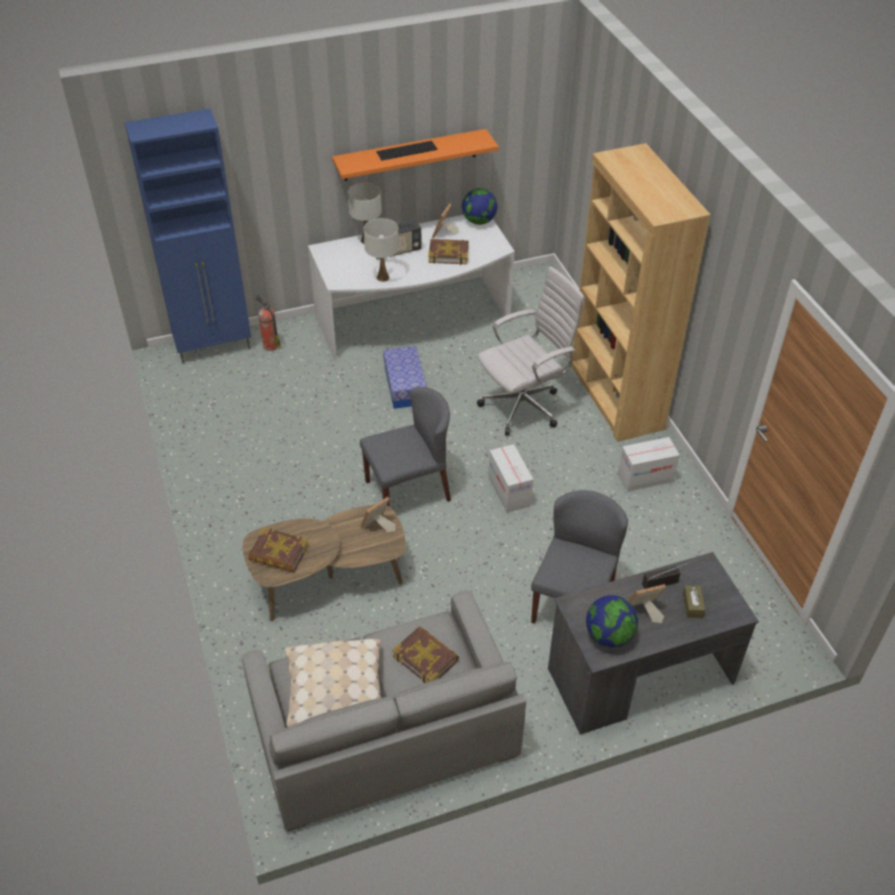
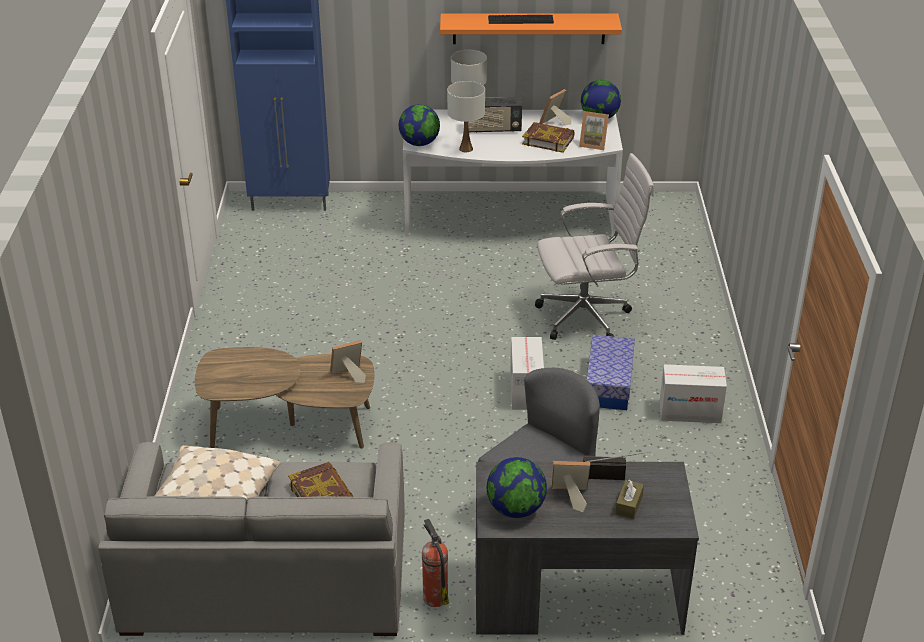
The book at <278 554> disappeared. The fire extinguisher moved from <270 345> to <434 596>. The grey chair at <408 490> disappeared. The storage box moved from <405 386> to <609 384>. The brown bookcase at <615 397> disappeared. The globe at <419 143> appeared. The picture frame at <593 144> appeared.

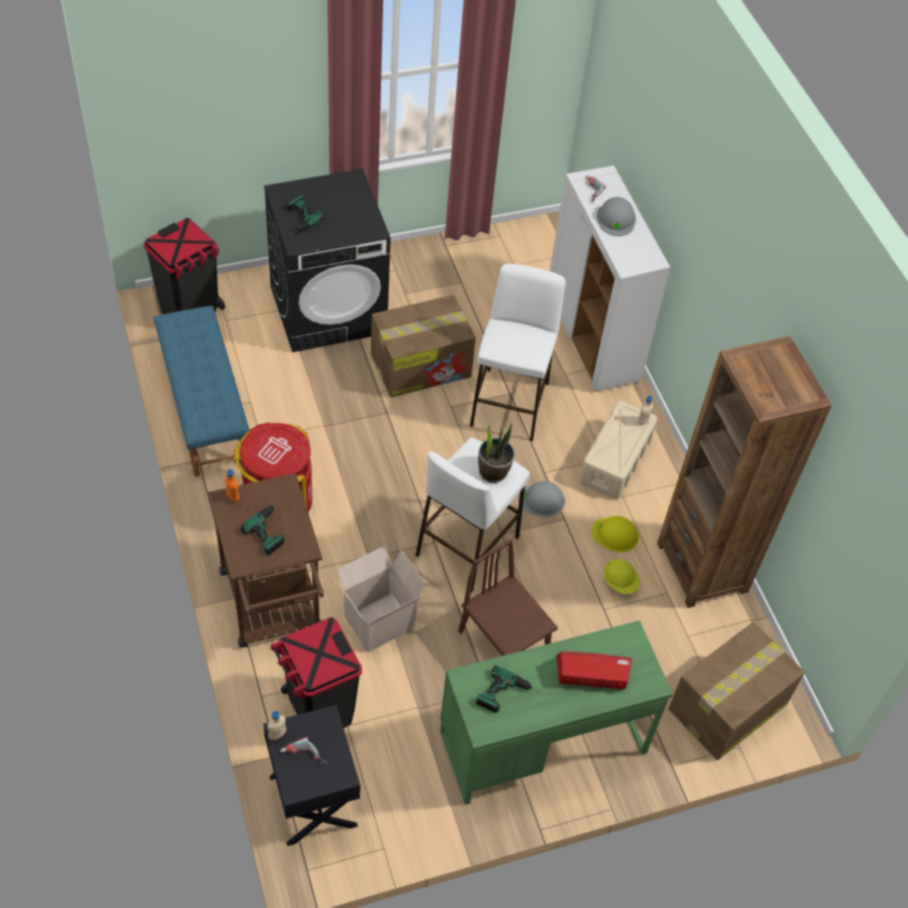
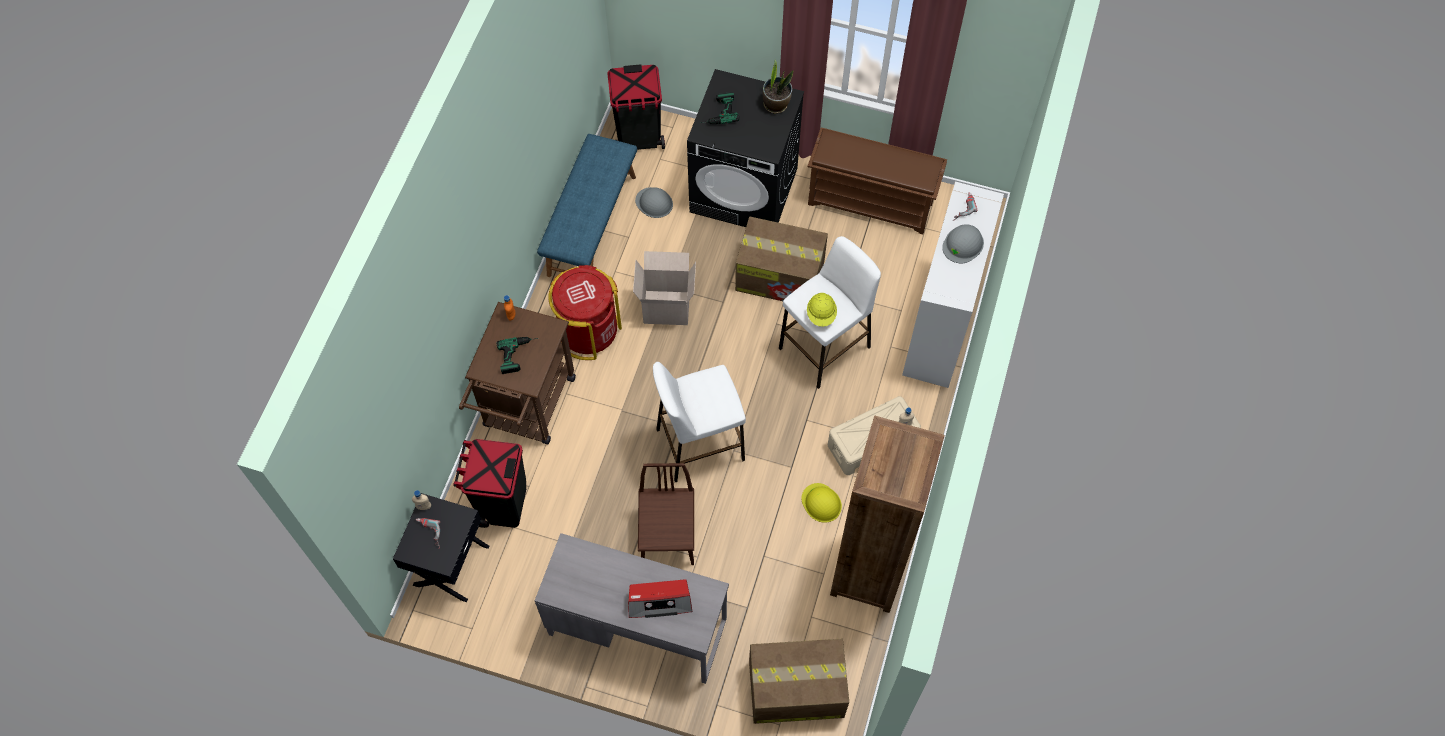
The cardboard box moved from <379 620> to <667 306>. The green desk at <542 741> became the grey desk at <637 626>. The power drill at <508 696> disappeared. The potted plant moved from <493 471> to <776 104>. The grey hard hat moved from <542 500> to <654 202>. The radio at <592 674> turned 135 degrees clockwise. The yellow hard hat moved from <620 582> to <821 314>. The brown shoe rack at <871 202> appeared.

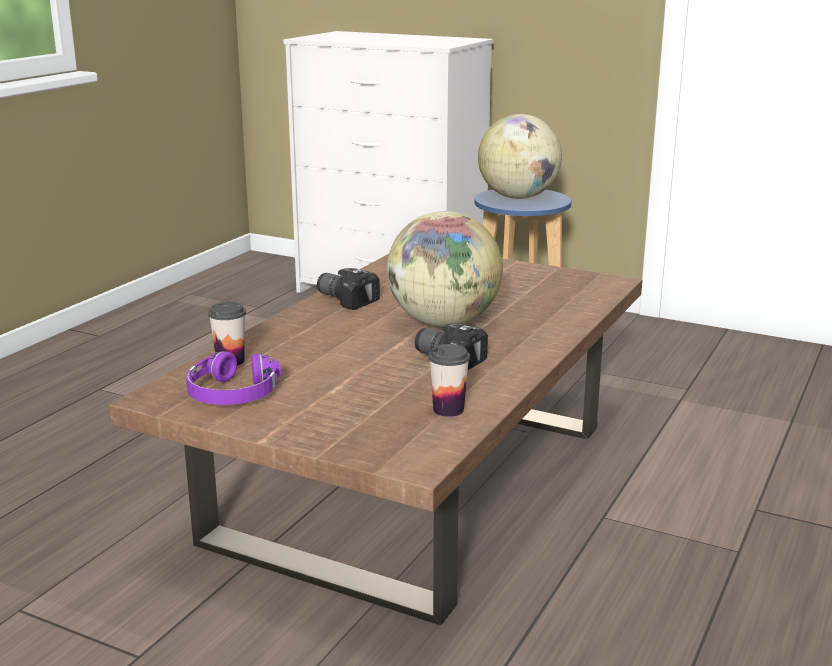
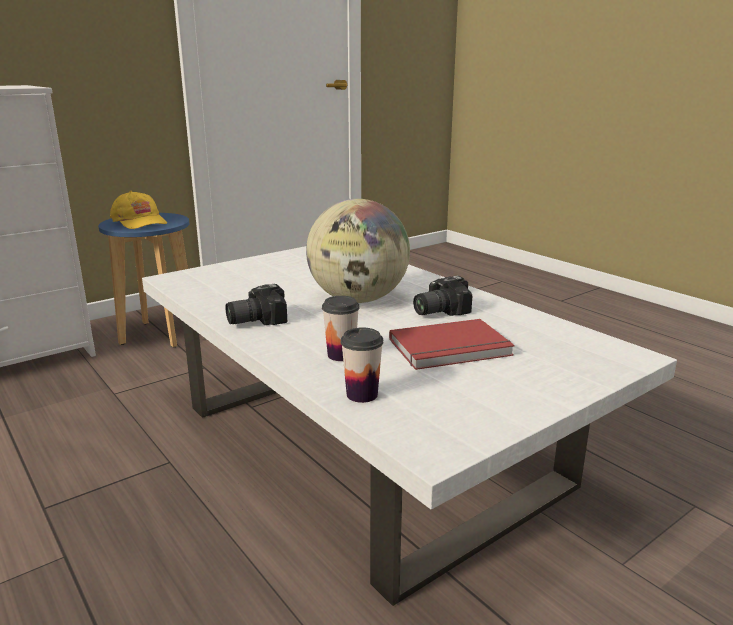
The brown coffee table at <417 483> became the white coffee table at <370 444>. The purple headphones at <232 393> disappeared. The cup moved from <448 410> to <341 355>. The globe at <518 197> was replaced by the yellow cap at <140 222>. The red book at <451 349> appeared.

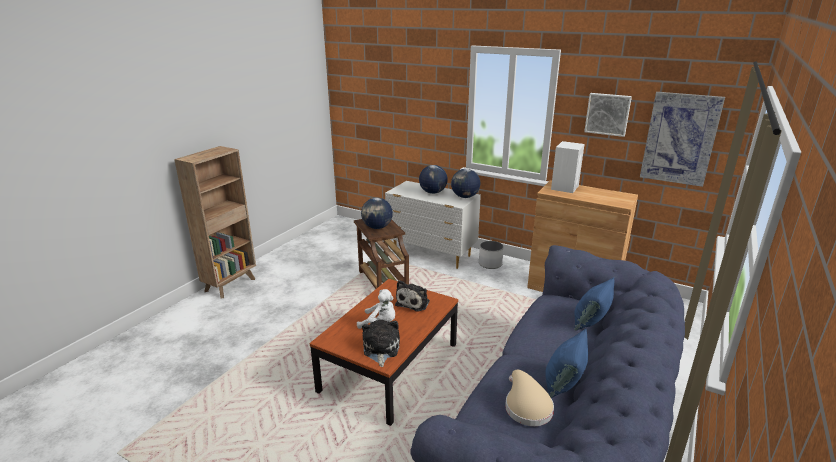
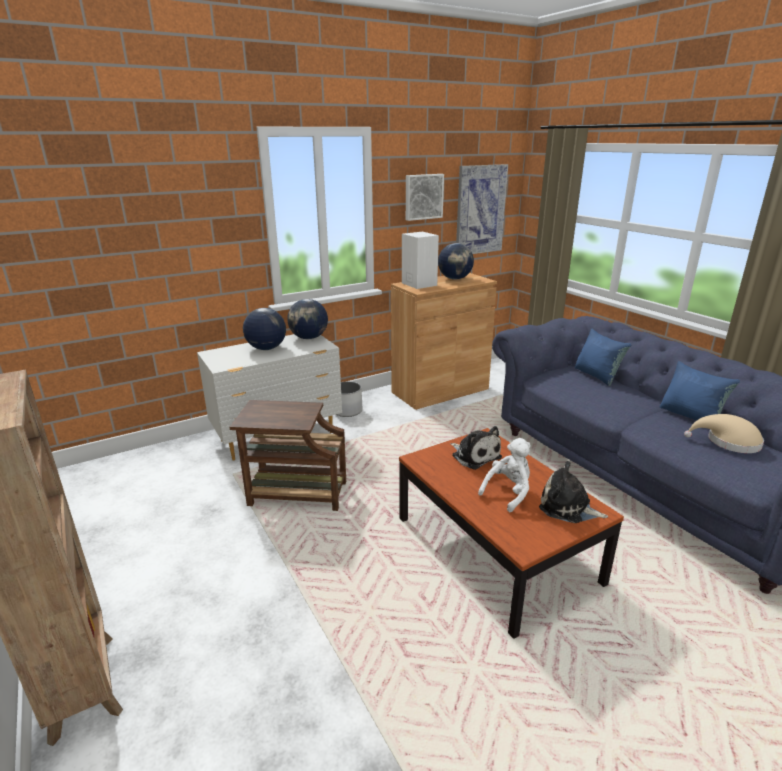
The globe moved from <377 227> to <455 279>.

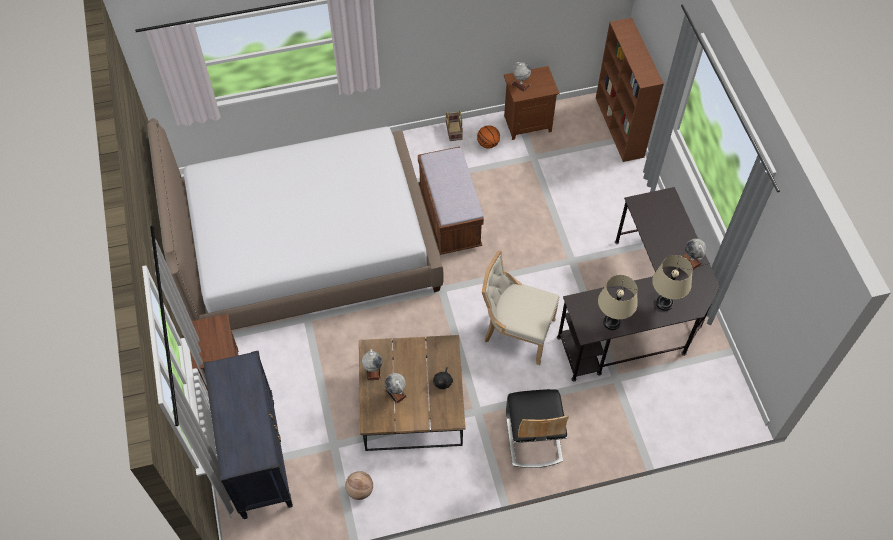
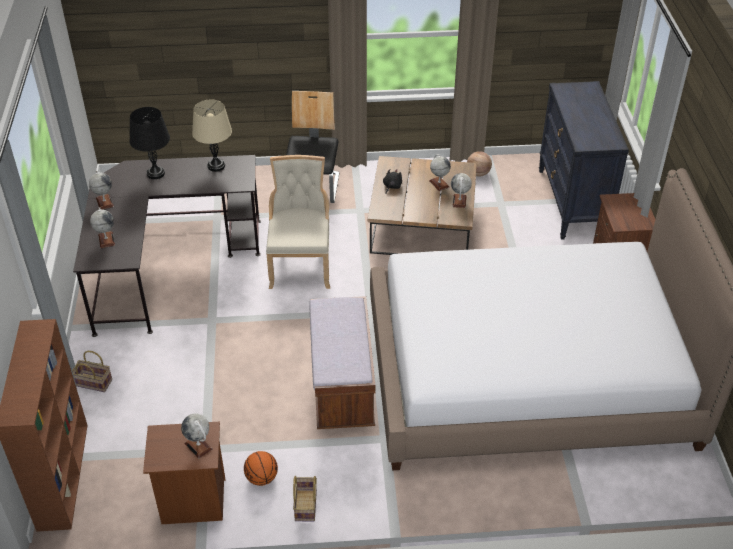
The beige chair at <516 332> turned 120 degrees counterclockwise. The beige table lamp at <664 303> became the black table lamp at <155 173>. The basket at <92 383> appeared. The globe at <106 240> appeared.

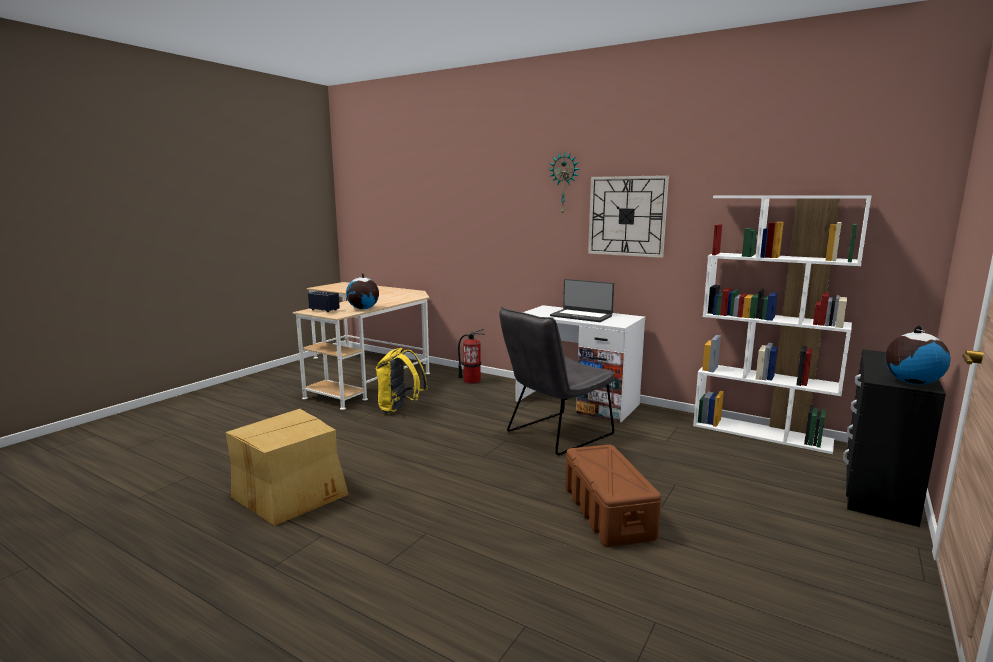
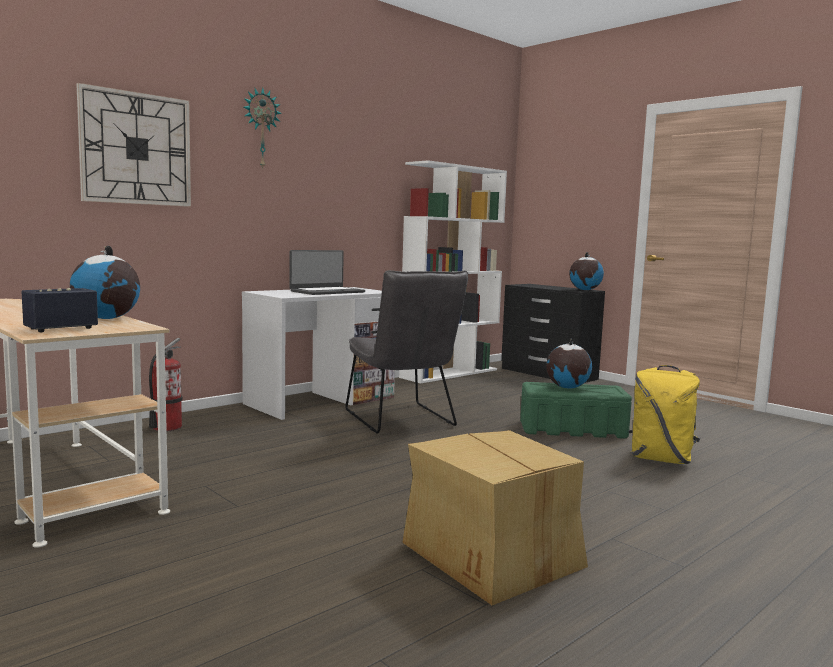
The yellow backpack moved from <400 409> to <661 459>. The brown storage box at <608 512> became the green storage box at <573 429>. The wall clock moved from <627 216> to <136 149>. The globe at <567 387> appeared.

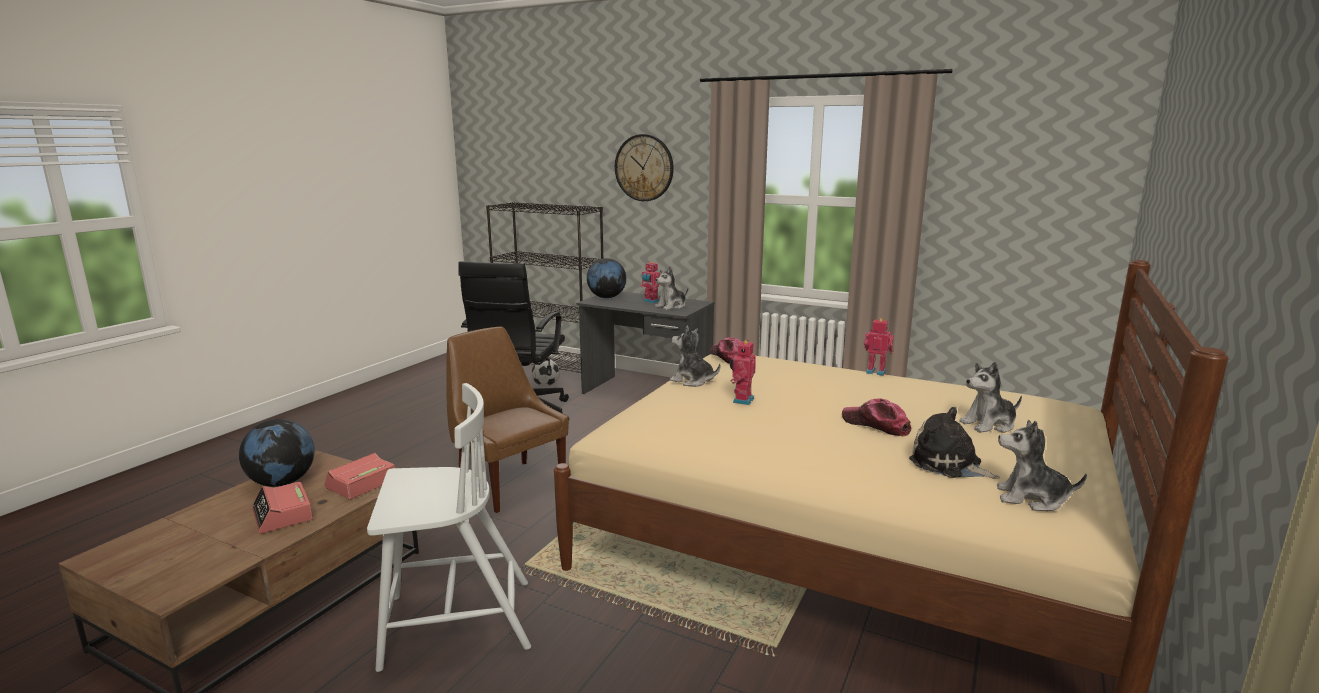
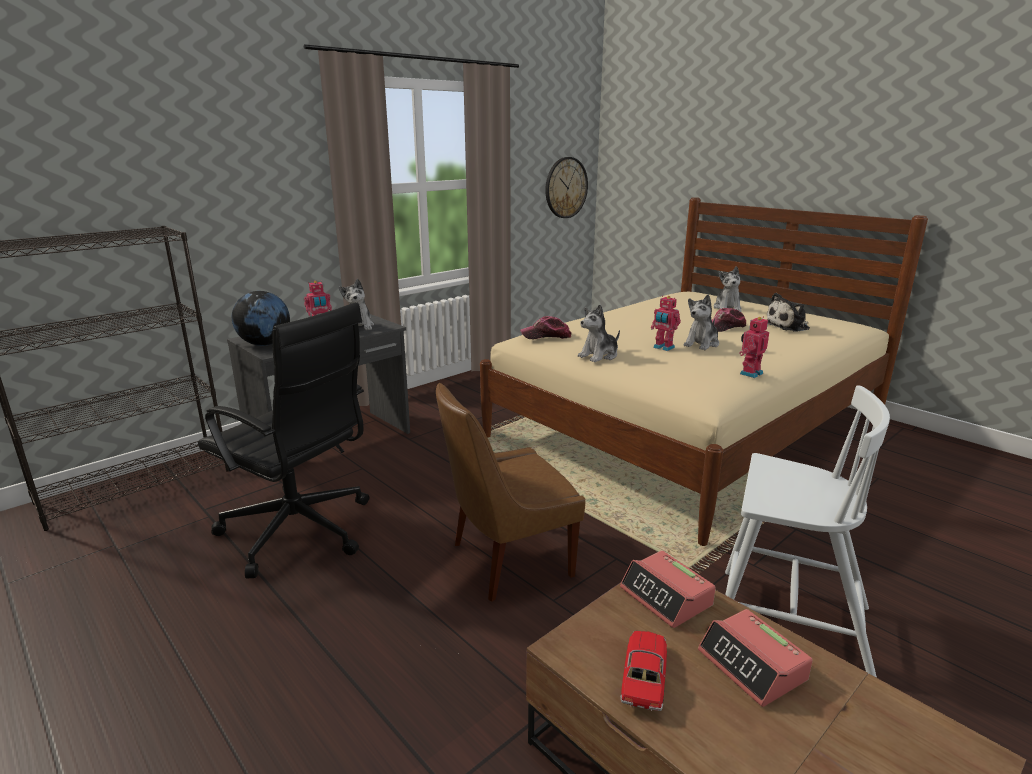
The globe at <282 482> was replaced by the toy car at <644 677>. The alarm clock at <283 515> turned 75 degrees clockwise. The white chair at <454 623> turned 105 degrees clockwise. The football at <546 385> disappeared. The wall clock moved from <644 168> to <566 187>. The toy robot moved from <876 371> to <749 373>. The plush toy moved from <1031 499> to <701 344>.

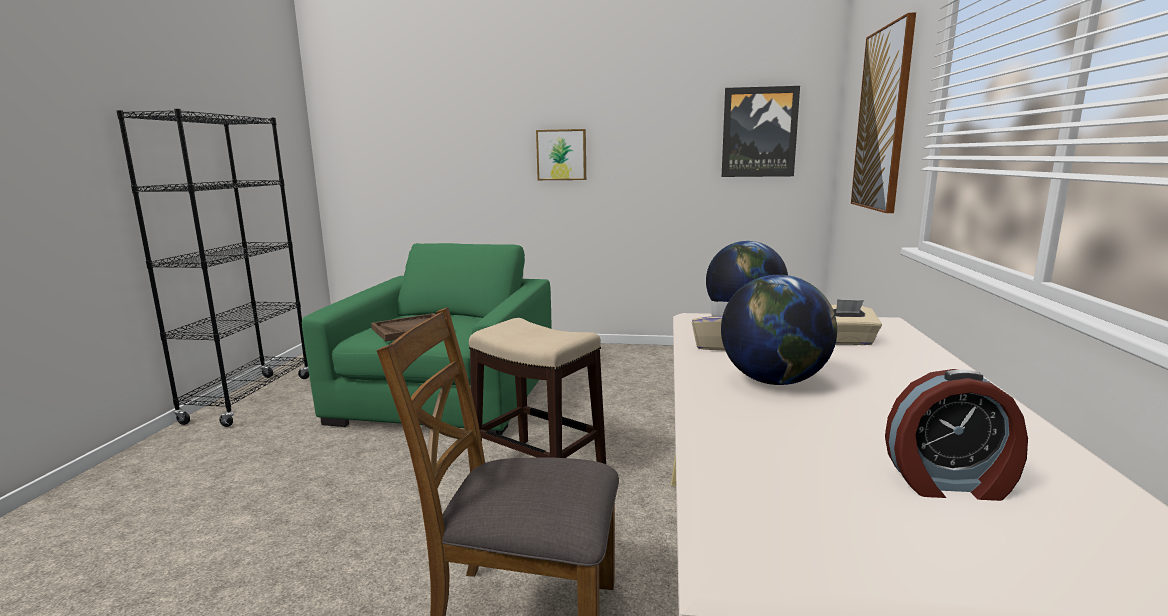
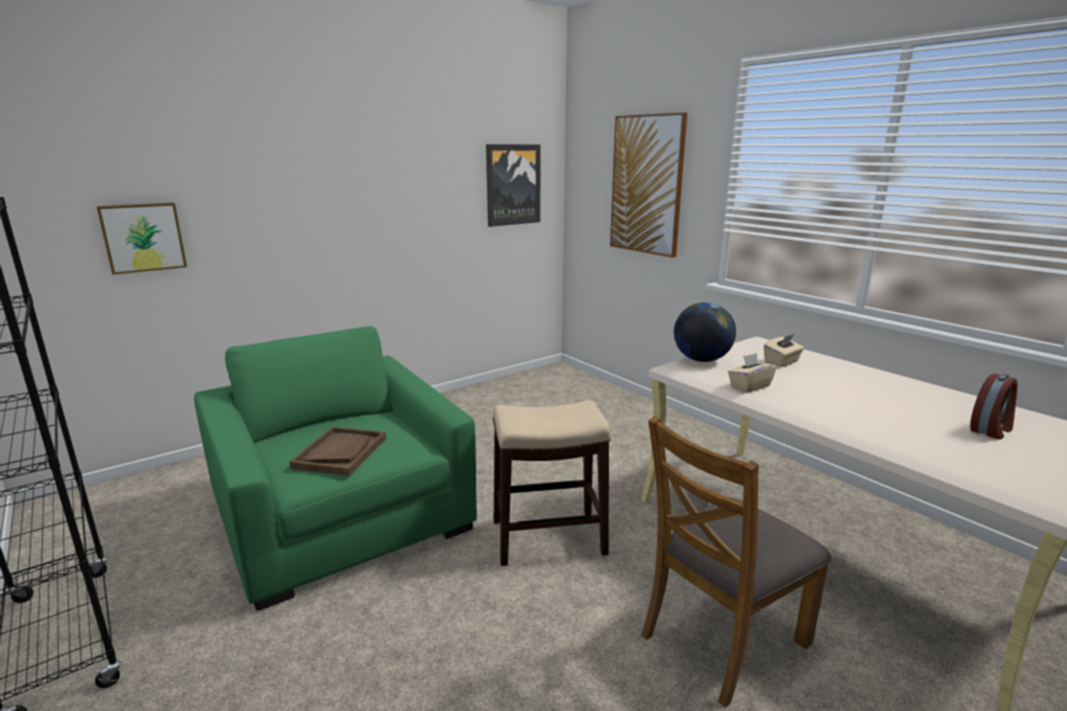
The picture moved from <561 155> to <143 237>. The globe at <774 381> disappeared.

